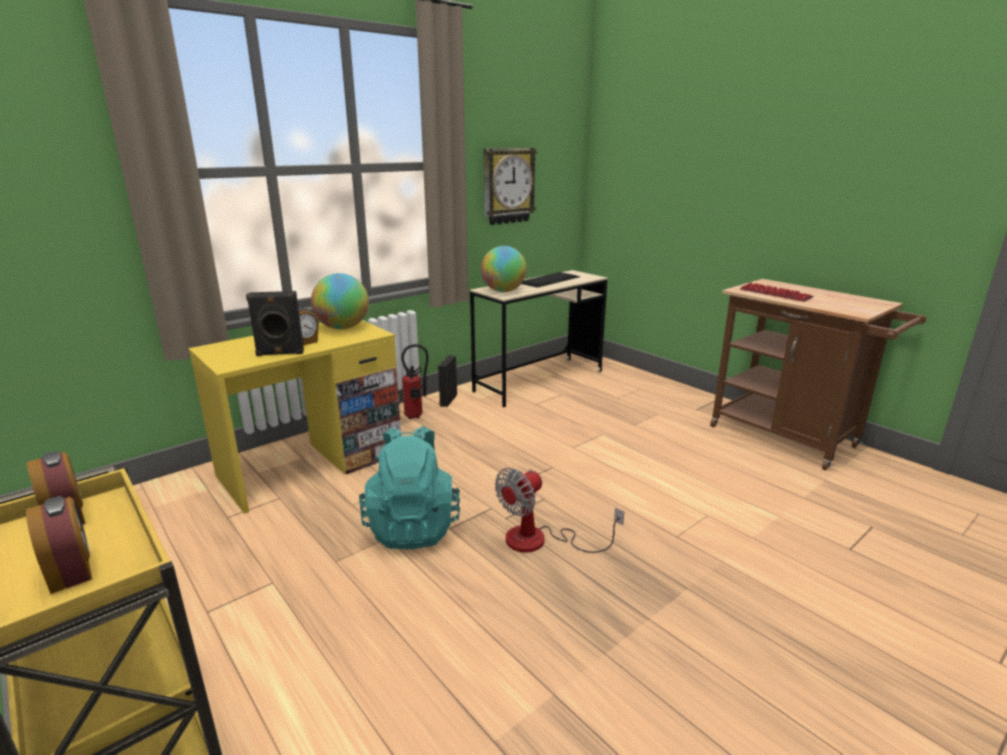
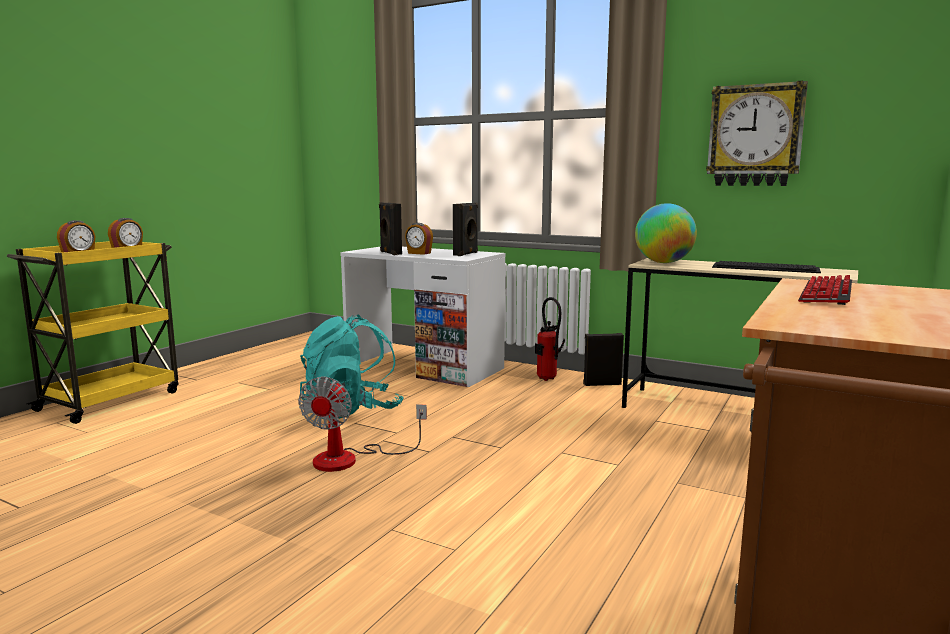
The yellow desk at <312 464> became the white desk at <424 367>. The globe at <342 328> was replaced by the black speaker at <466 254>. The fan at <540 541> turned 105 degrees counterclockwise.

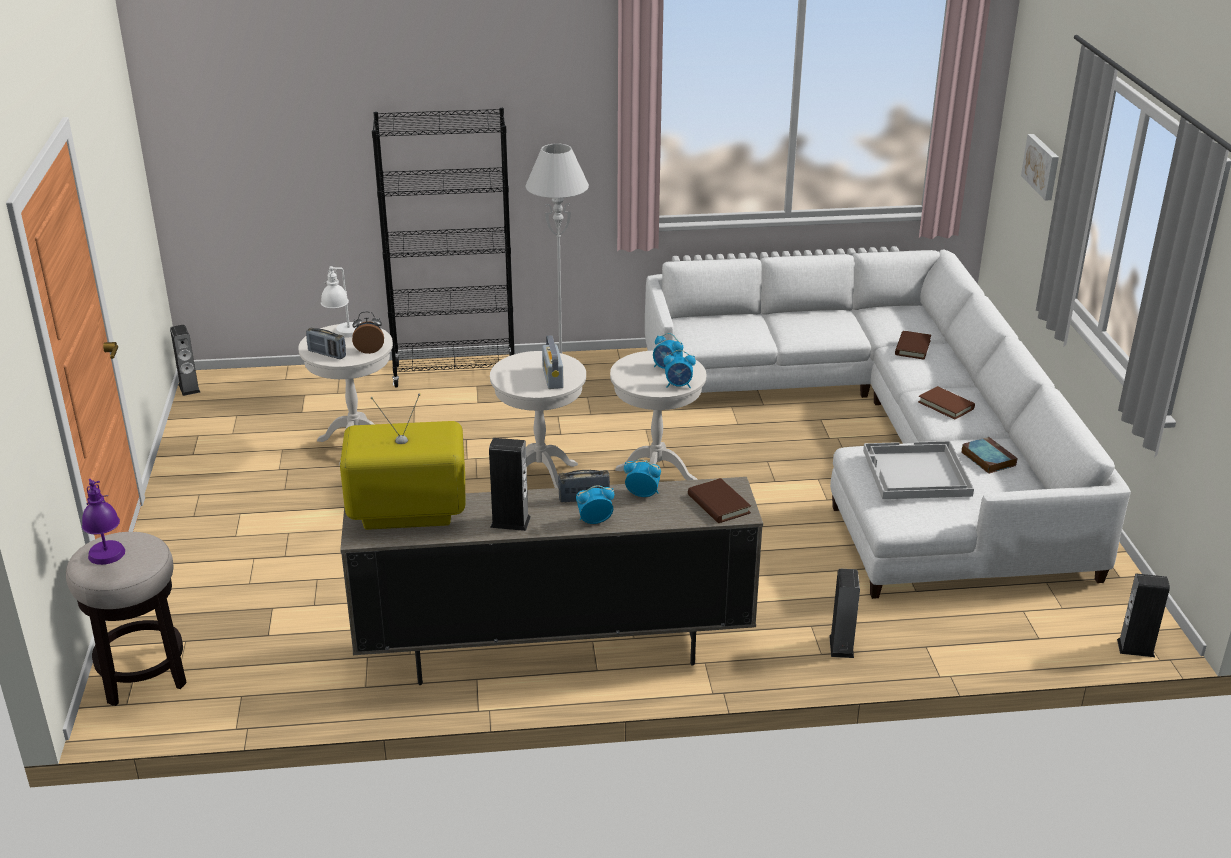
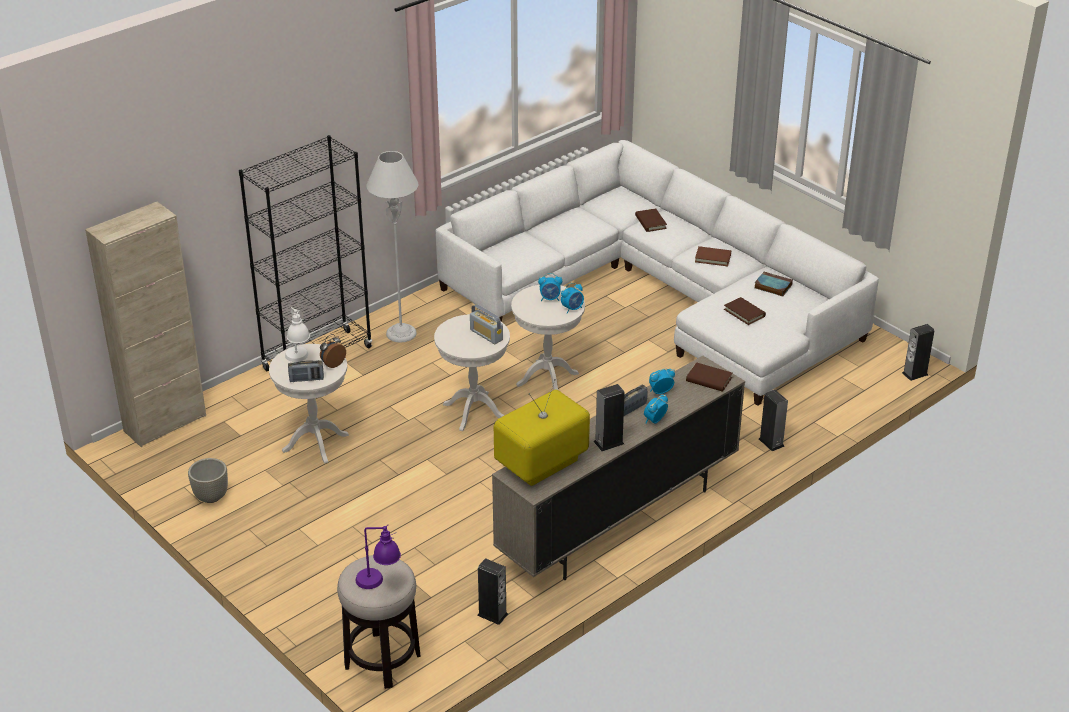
The speaker moved from <189 388> to <492 614>. The white tray at <915 473> was replaced by the brown book at <744 313>. The picture at <1042 166> disappeared. The beige cabinet at <165 423> appeared. The grey planter at <211 497> appeared.

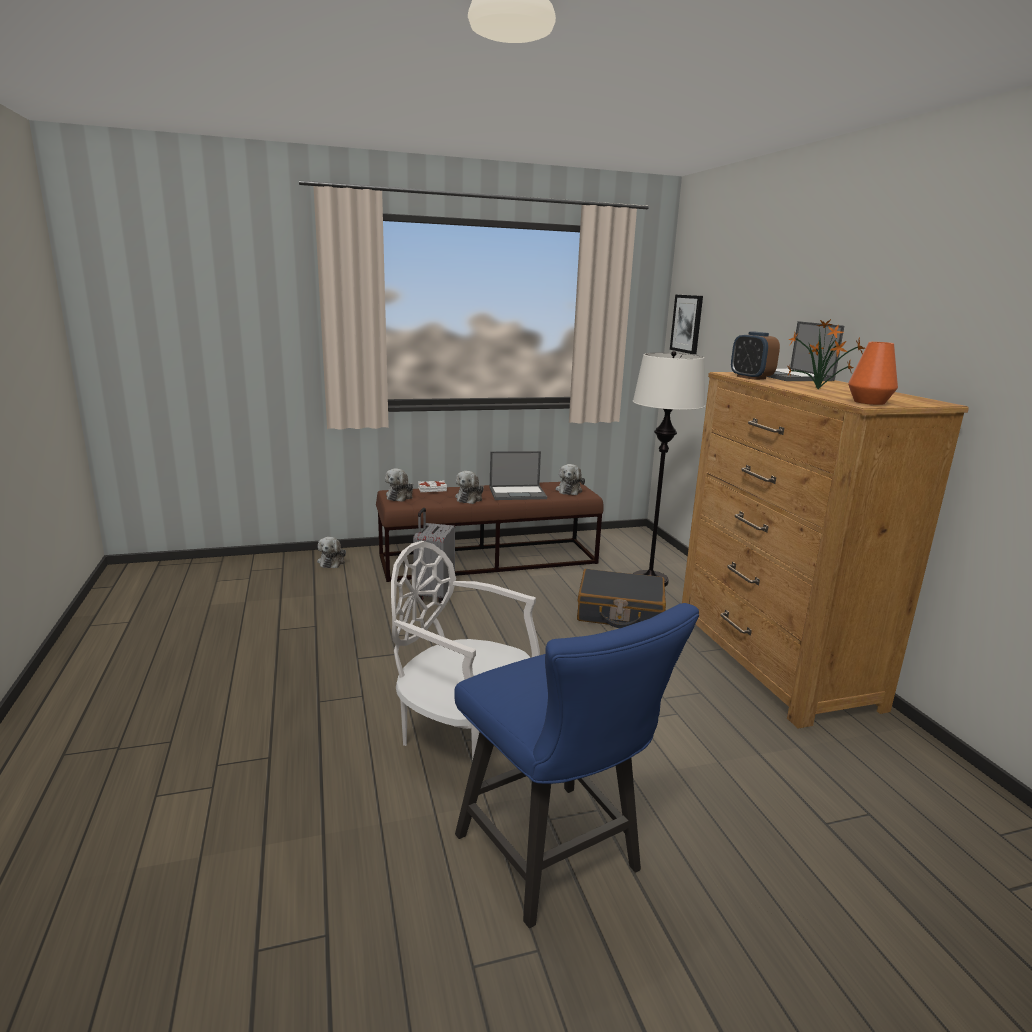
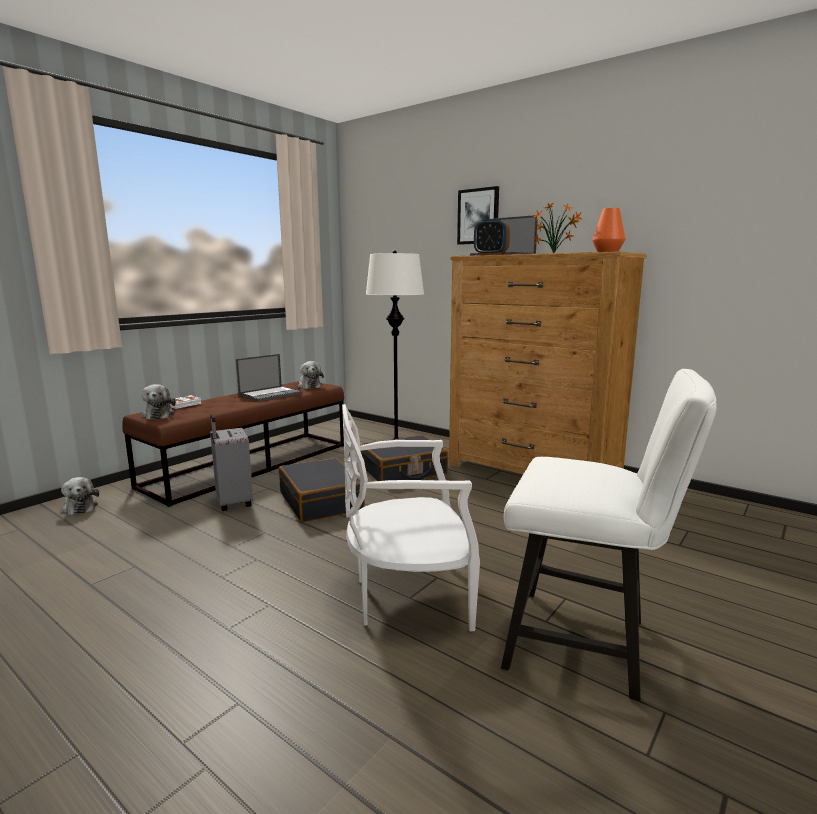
The blue chair at <556 860> became the white chair at <588 645>. The plush toy at <470 498> disappeared. The picture moved from <687 323> to <478 216>. The black suitcase at <321 501> appeared.

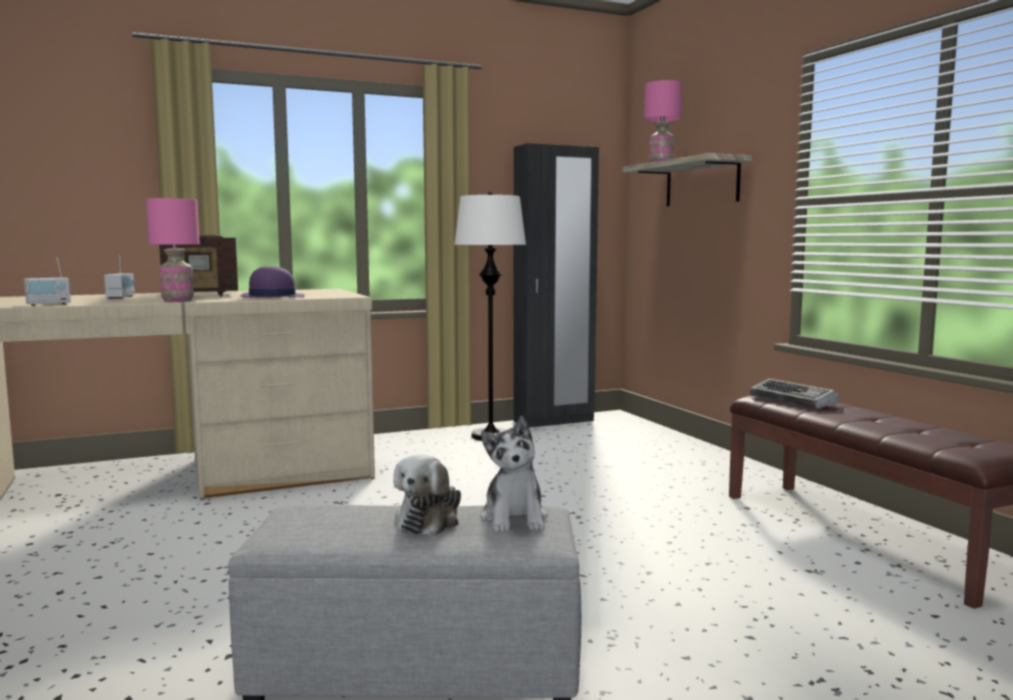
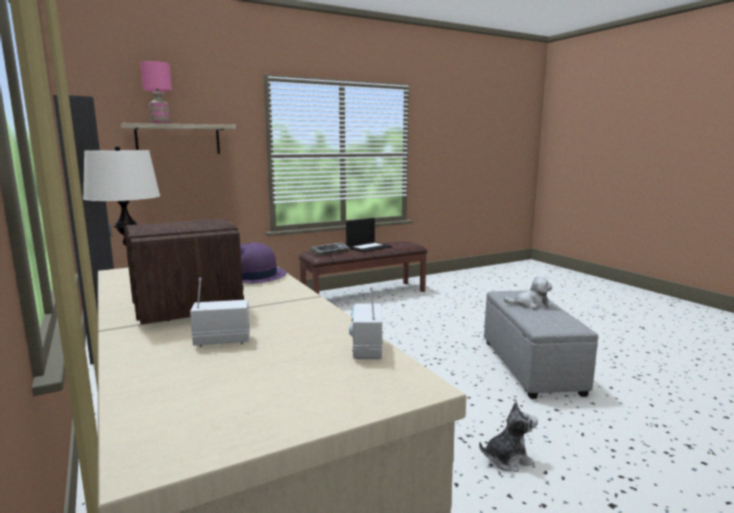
The radio at <48 304> turned 135 degrees counterclockwise. The pink table lamp at <178 300> disappeared. The plush toy moved from <514 518> to <507 459>. The laptop at <368 247> appeared.

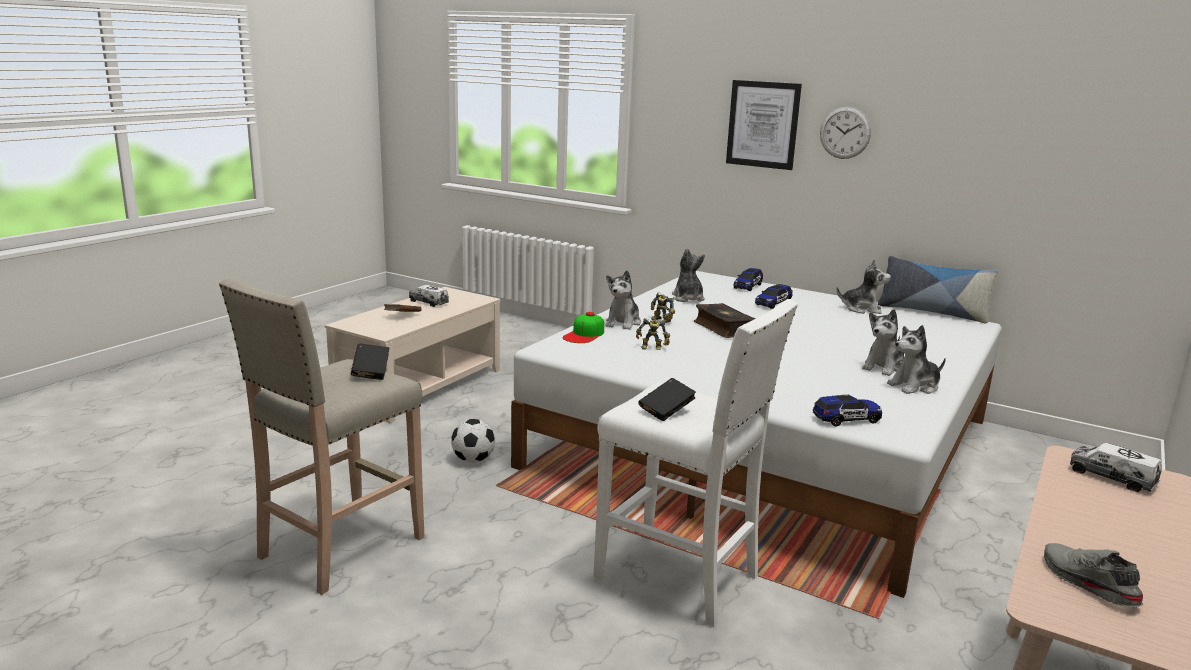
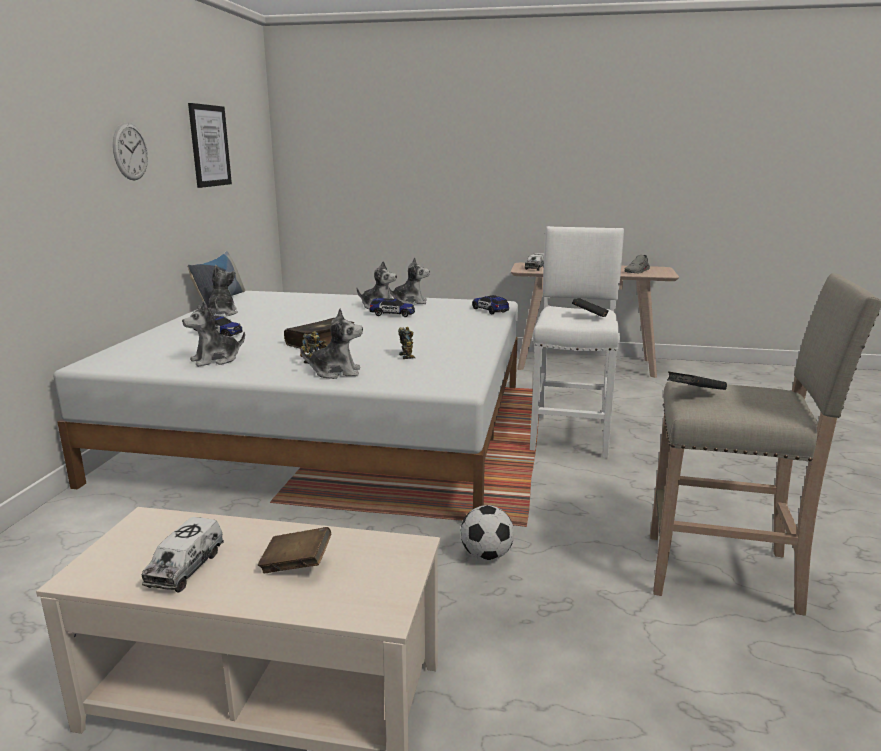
The cap at <584 334> disappeared. The picture moved from <763 124> to <209 146>. The toy car moved from <748 286> to <392 314>. The plush toy at <915 386> turned 45 degrees counterclockwise.

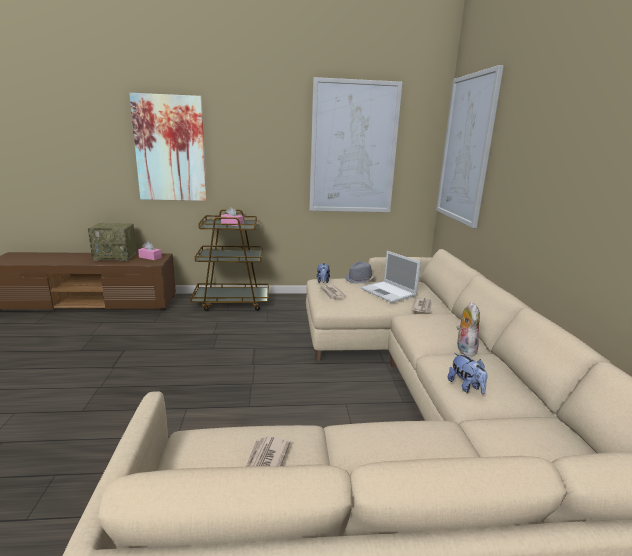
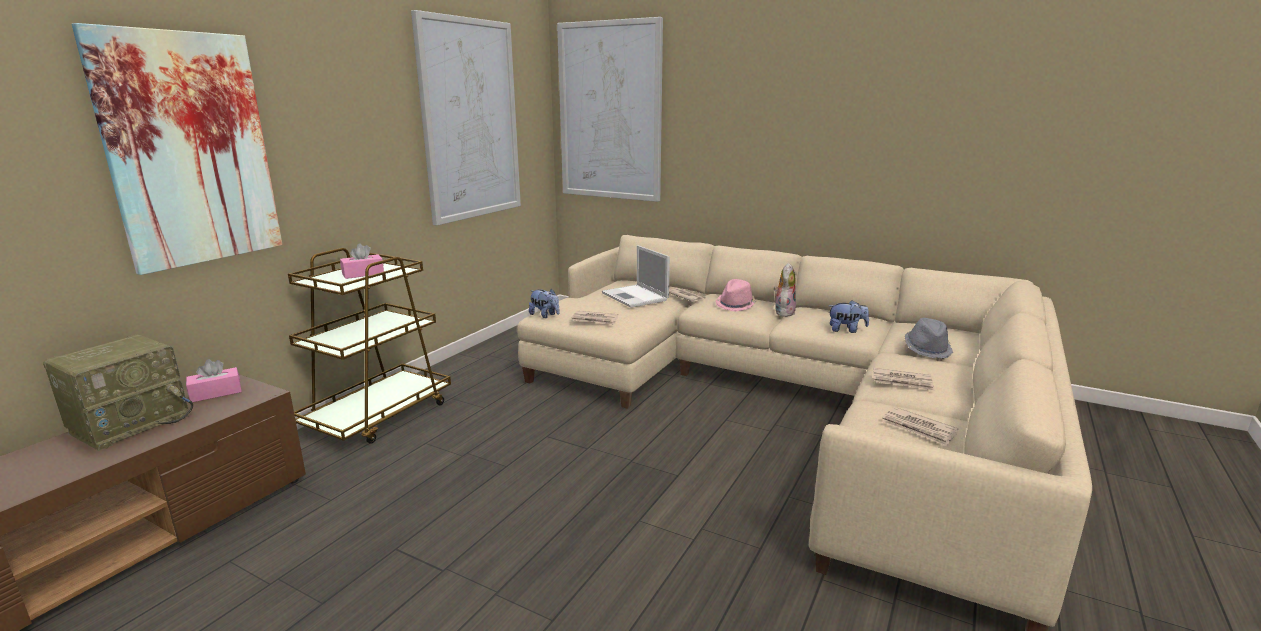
The grey hat moved from <359 279> to <927 349>. The laptop at <389 292> turned 60 degrees clockwise. The plush toy at <464 349> turned 75 degrees clockwise. The pink hat at <736 305> appeared. The newspaper at <902 382> appeared.

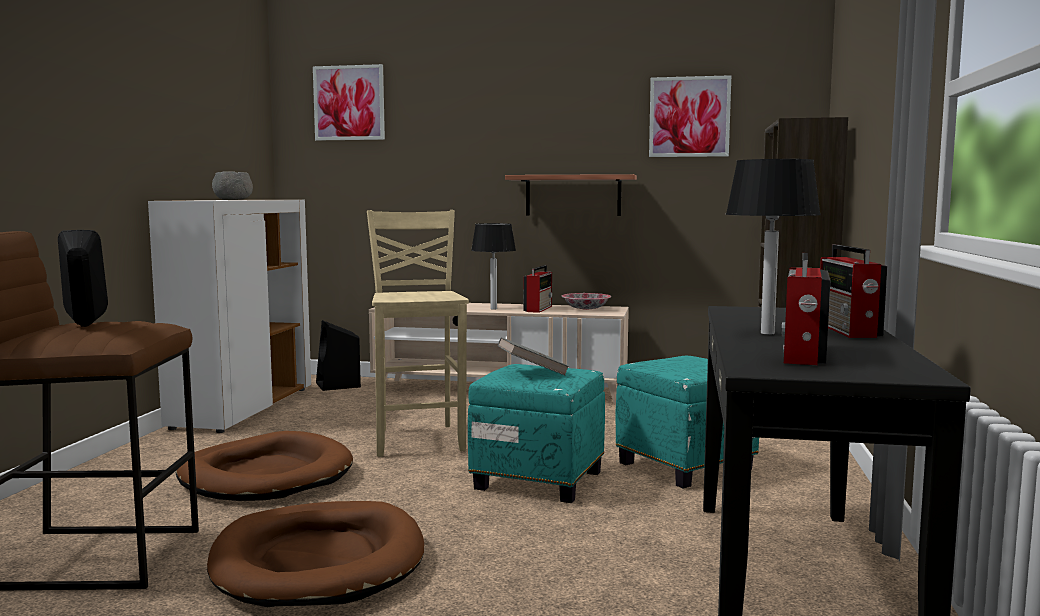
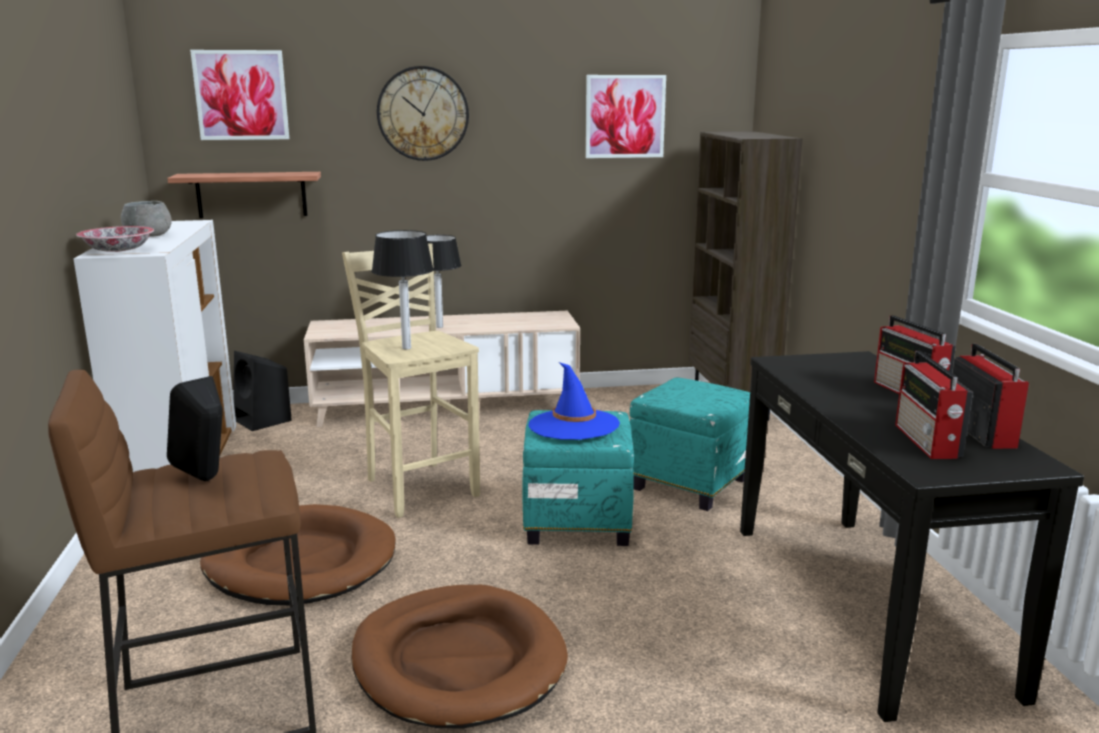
The grey book at <532 372> was replaced by the blue hat at <573 425>. The shelf moved from <573 195> to <251 194>. The radio moved from <539 309> to <979 430>. The bowl moved from <586 309> to <119 250>. The table lamp moved from <768 333> to <407 348>. The wall clock at <423 113> appeared.

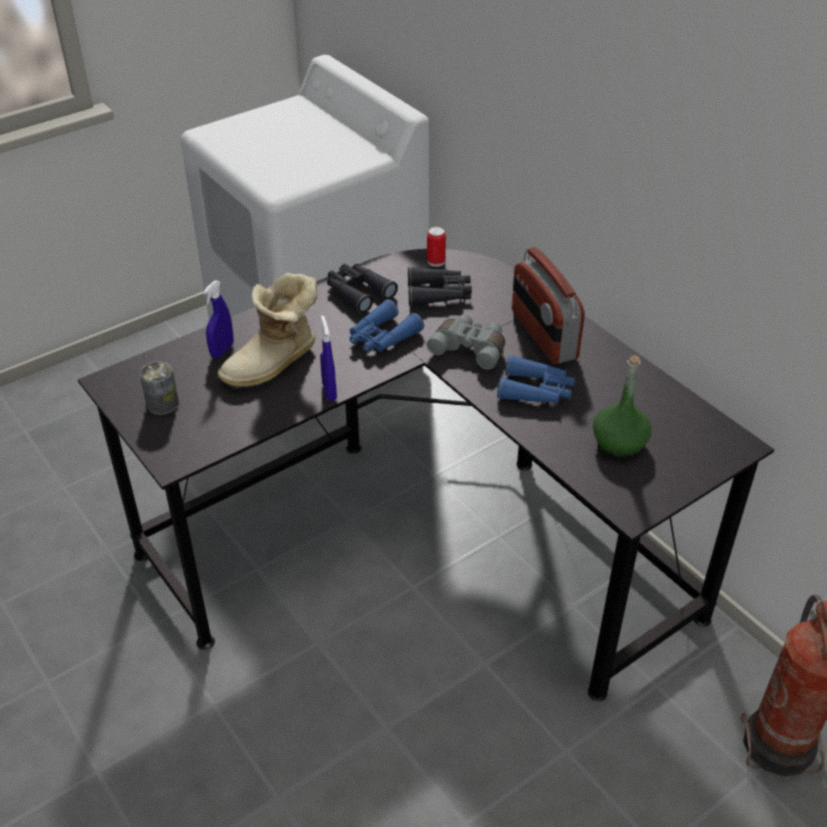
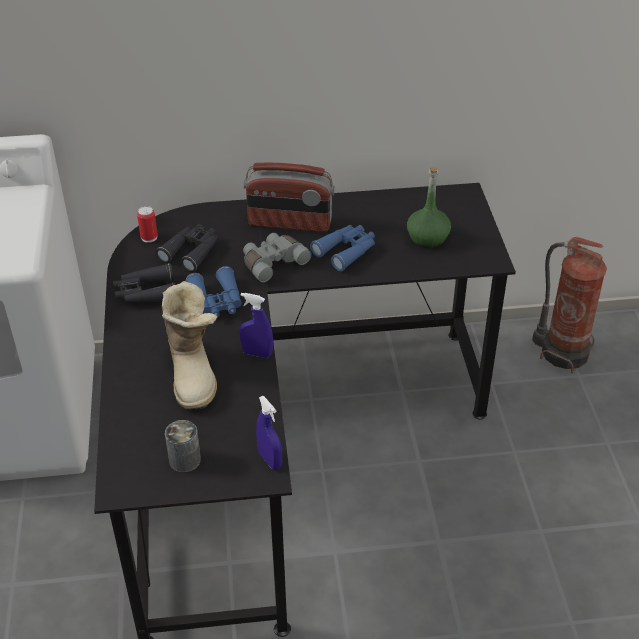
The blue spray bottle moved from <222 350> to <270 460>.

